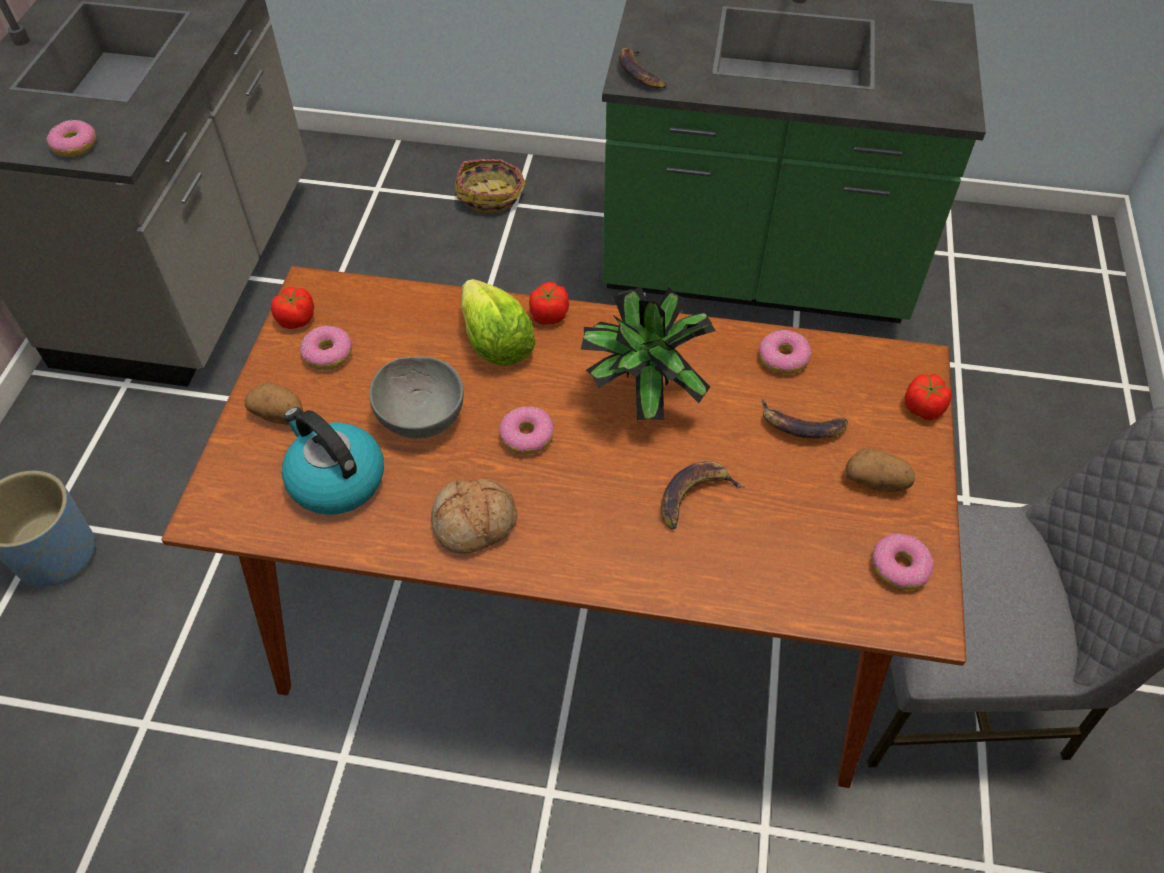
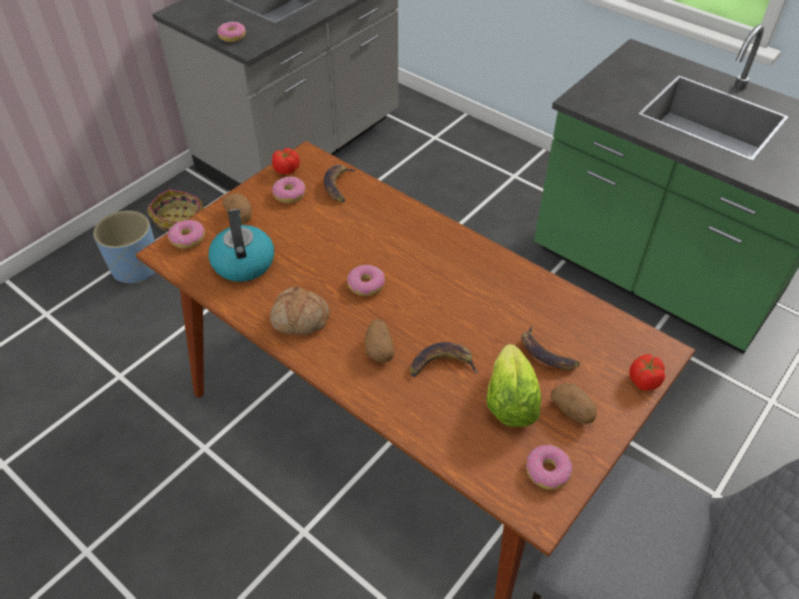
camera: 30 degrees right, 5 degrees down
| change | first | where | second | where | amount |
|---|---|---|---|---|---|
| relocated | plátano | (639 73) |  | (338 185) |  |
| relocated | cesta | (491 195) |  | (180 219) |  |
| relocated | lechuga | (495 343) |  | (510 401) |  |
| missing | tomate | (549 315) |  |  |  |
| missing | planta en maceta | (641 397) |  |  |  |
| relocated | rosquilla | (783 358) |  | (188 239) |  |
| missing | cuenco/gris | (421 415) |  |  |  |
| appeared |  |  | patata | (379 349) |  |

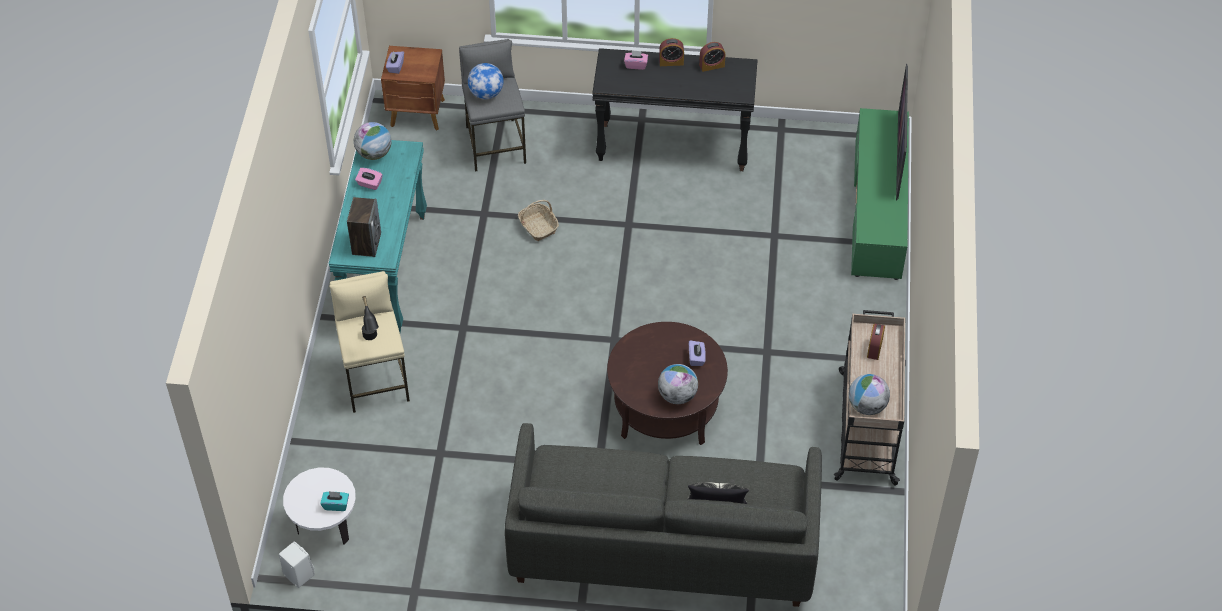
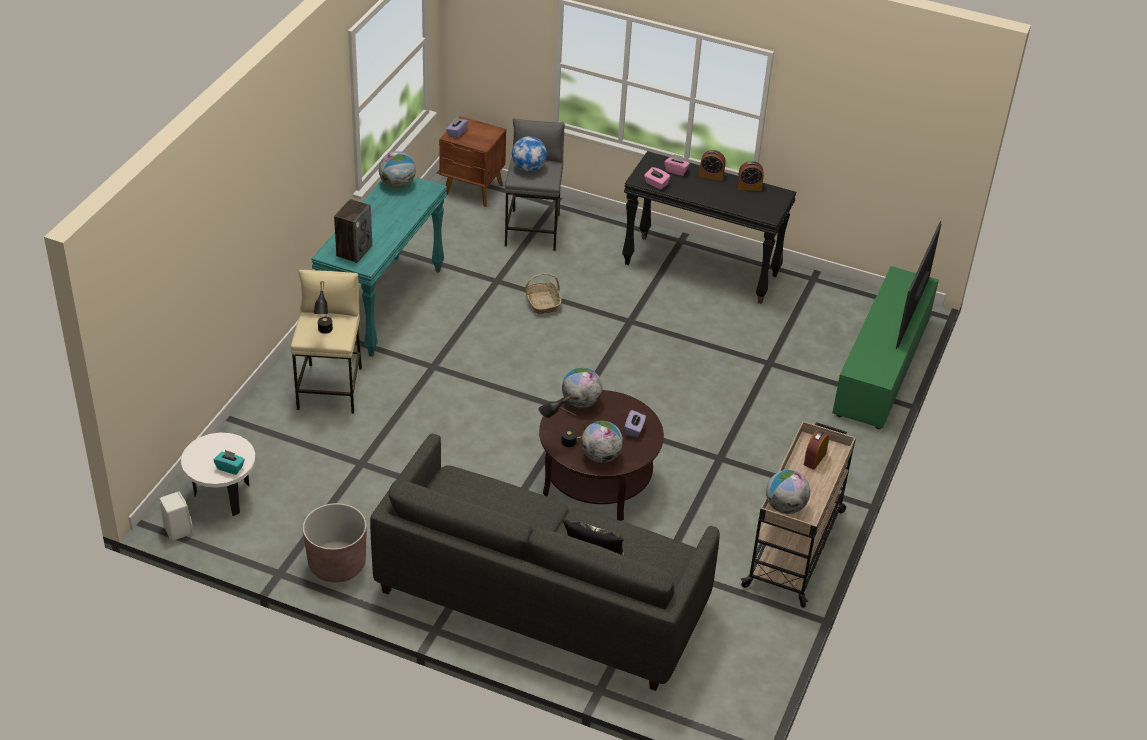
camera: 15 degrees right, 10 degrees down
| change | first | where | second | where | amount |
|---|---|---|---|---|---|
| relocated | caja de pañuelos/rosa | (369 184) |  | (656 184) |  |
| appeared |  |  | globo terráqueo | (581 402) |  |
| appeared |  |  | lámpara de mesa/negro | (561 442) |  |
| appeared |  |  | maceta/marrón | (337 564) |  |

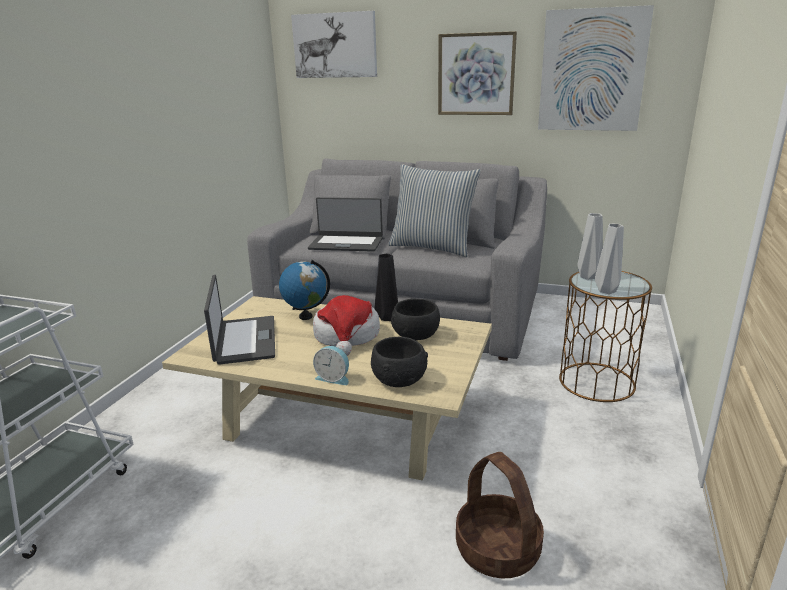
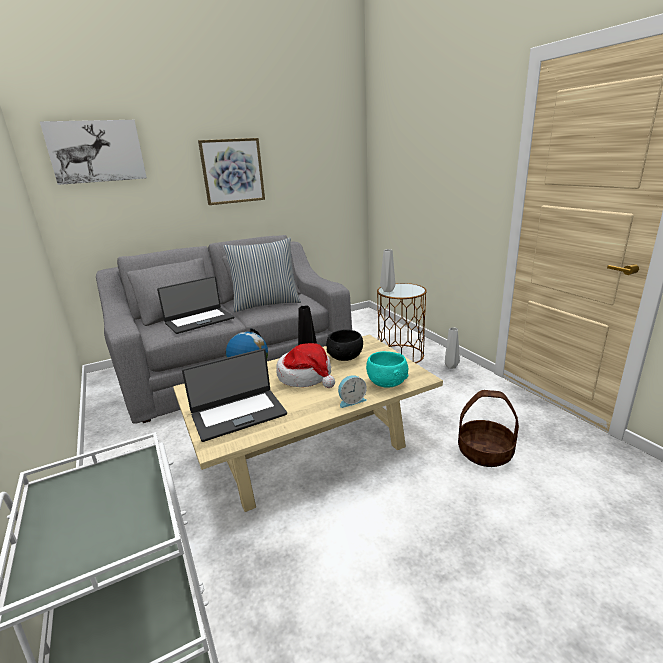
camera: 45 degrees left, 0 degrees up
| change | first | where | second | where | amount |
|---|---|---|---|---|---|
| missing | cuadro | (592 71) |  |  |  |
| relocated | florero/gris | (605 291) |  | (450 366) |  |
| spun | portátil | (244 340) |  | (238 414) | 120 degrees clockwise |
| colour | cuenco/negro | (399 379) | cuenco/turquesa | (387 382) |  |

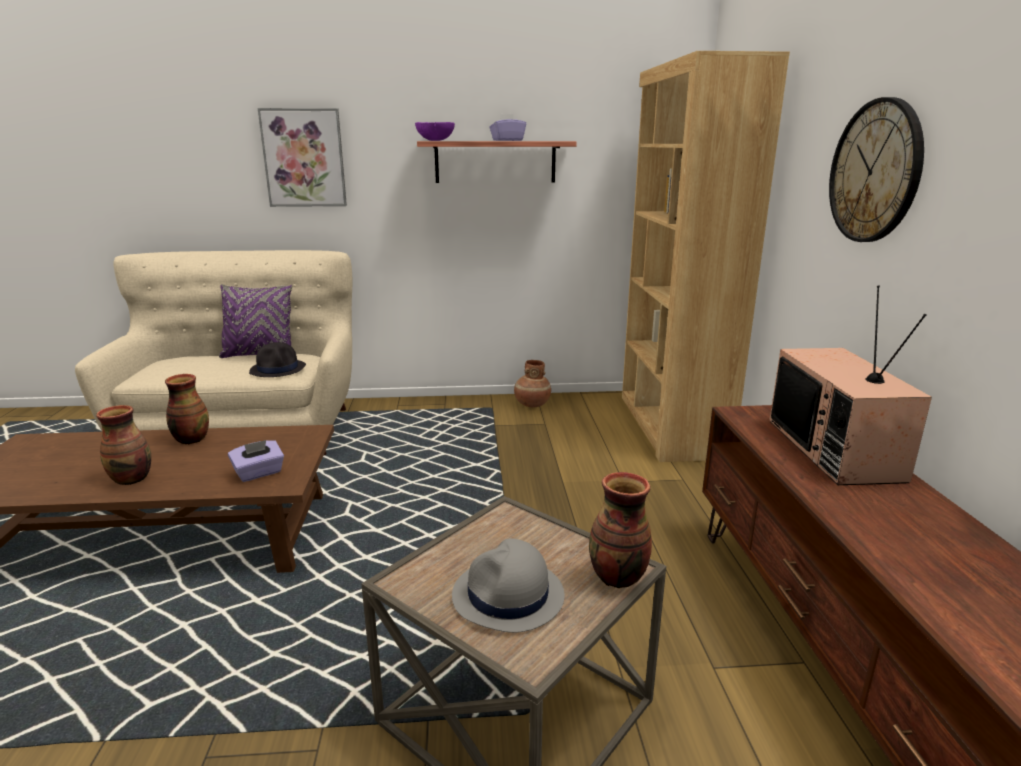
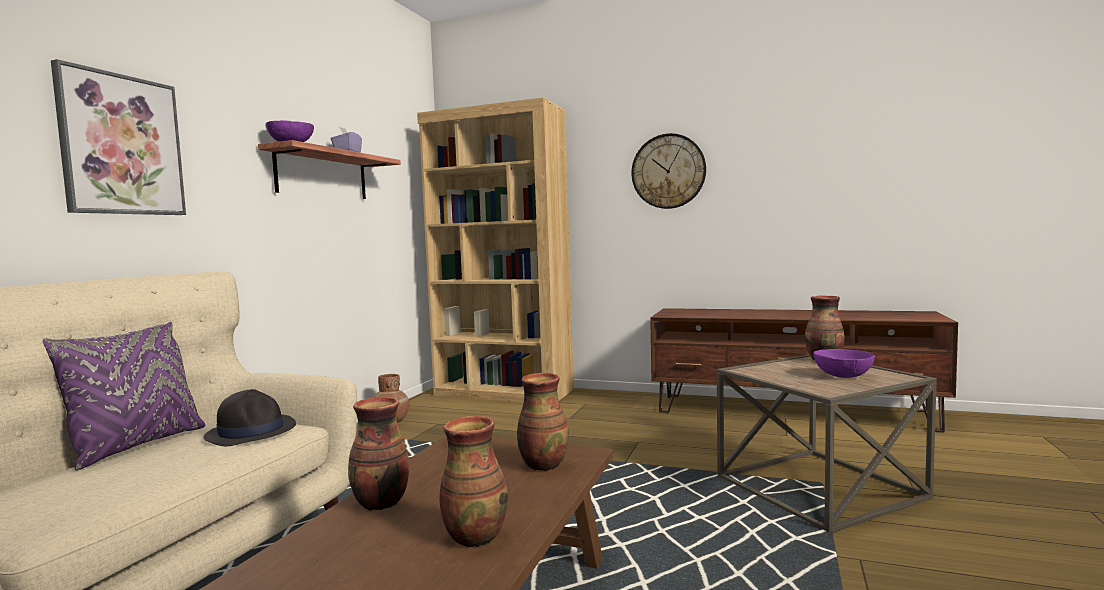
camera: 65 degrees left, 15 degrees down
| change | first | where | second | where | amount |
|---|---|---|---|---|---|
| missing | televisor | (837 450) |  |  |  |
| exchanged | caja de pañuelos/morado | (259 473) | florero | (542 464) |  |
| exchanged | sombrero/gris | (508 596) | cuenco/morado | (844 376) |  |

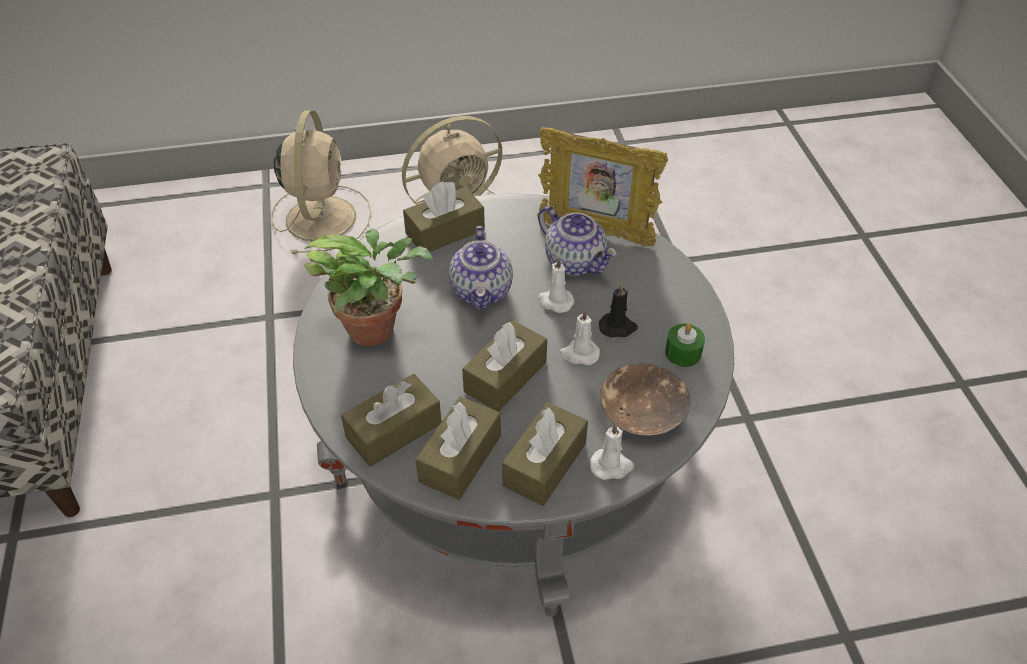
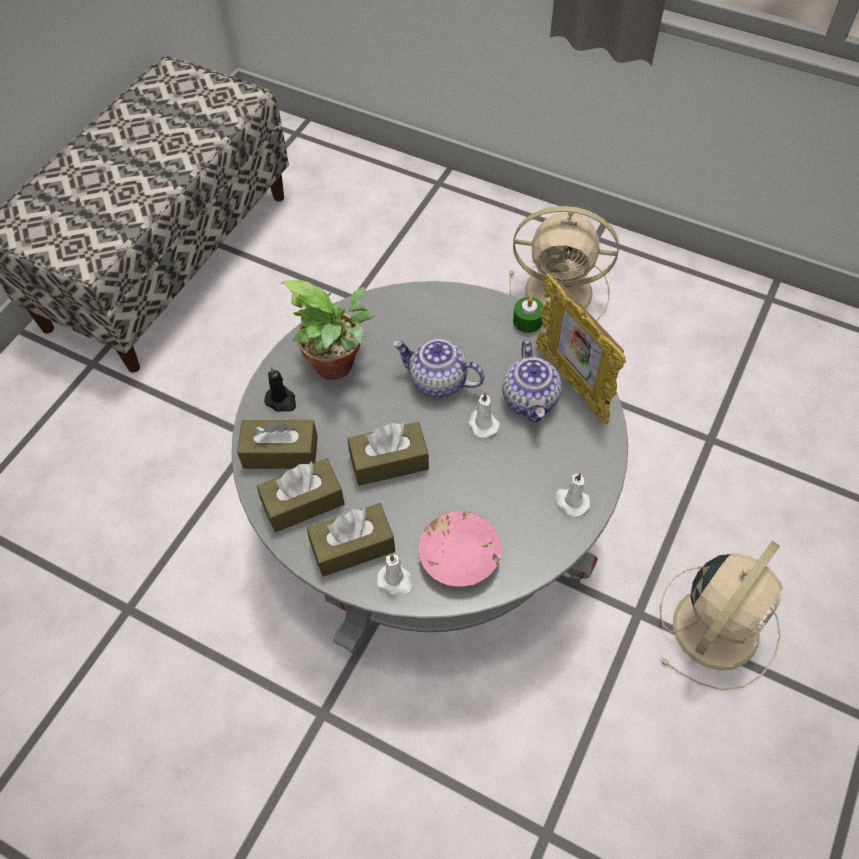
camera: 40 degrees right, 10 degrees up
| change | first | where | second | where | amount |
|---|---|---|---|---|---|
| relocated | ventilador/beis | (321 216) |  | (717 625) |  |
| missing | caja de pañuelos/marrón | (445 232) |  |  |  |
| spun | tetera | (482 291) |  | (437 381) | 75 degrees clockwise |
| relocated | vela/negro | (618 327) |  | (281 401) |  |
| relocated | vela/blanco | (579 354) |  | (571 501) |  |
| relocated | vela/verde | (683 353) |  | (527 321) |  |
| colour | cuenco/marrón | (643 410) | cuenco/rosa | (460 555) |  |

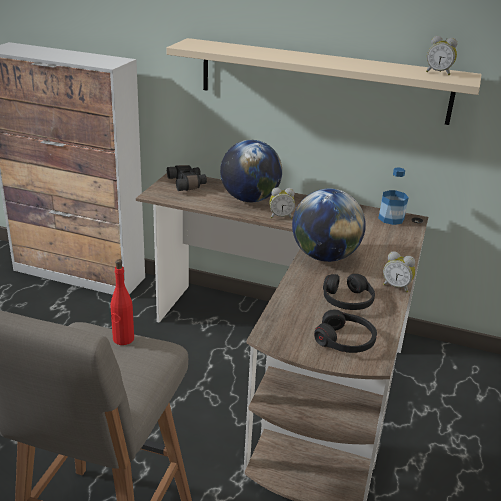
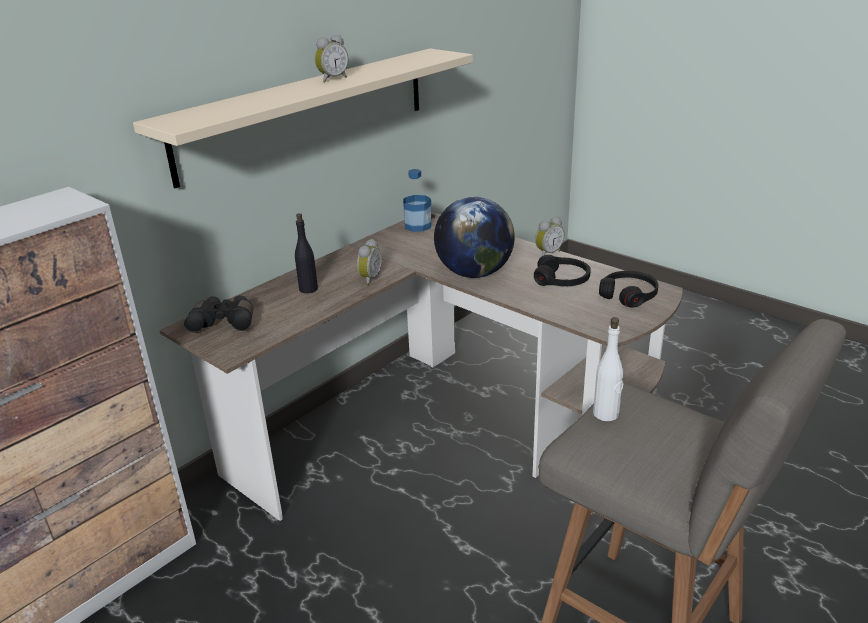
camera: 65 degrees left, 0 degrees up
| change | first | where | second | where | amount |
|---|---|---|---|---|---|
| relocated | despertador | (438 73) |  | (332 79) |  |
| exchanged | globo terráqueo | (249 199) | botella/negro | (308 289) |  |
| colour | botella/rojo | (123 339) | botella/blanco | (606 414) |  |

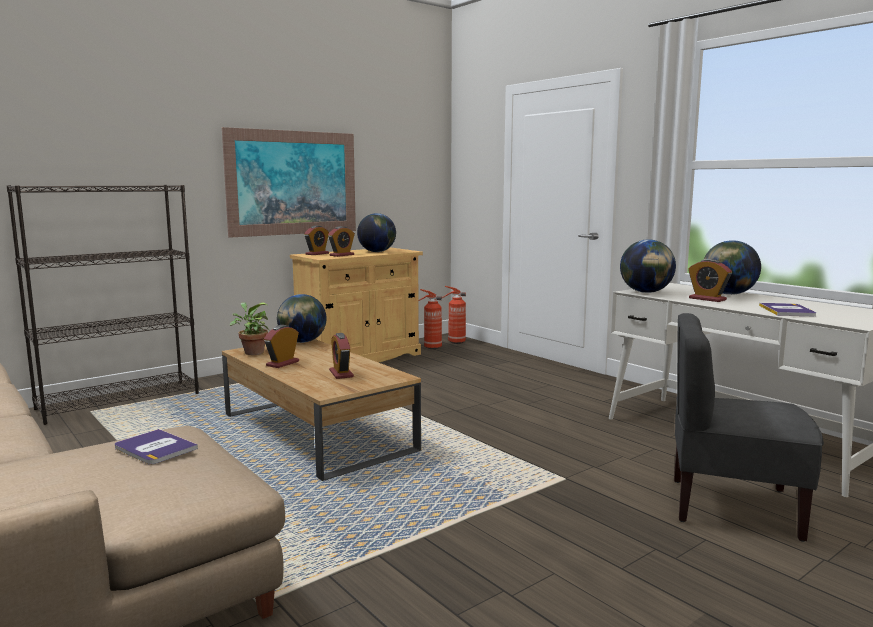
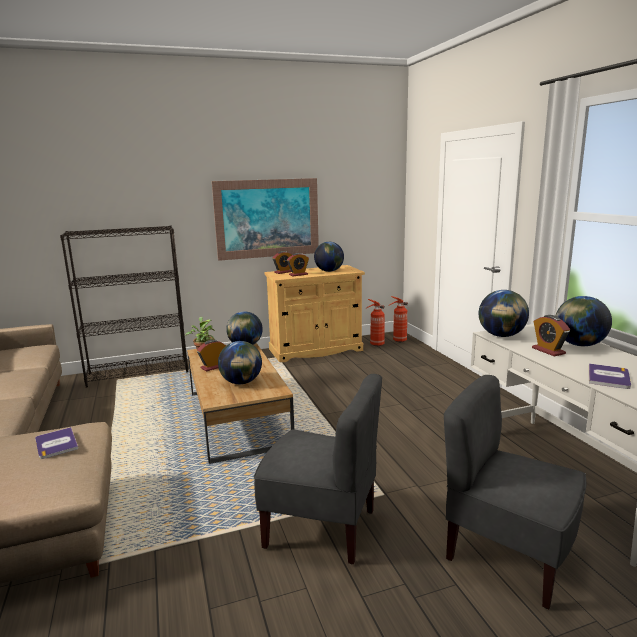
camera: 20 degrees right, 5 degrees up
| change | first | where | second | where | amount |
|---|---|---|---|---|---|
| exchanged | despertador | (341 374) | globo terráqueo | (241 382) |  |
| appeared |  |  | silla/gris | (321 527) |  |

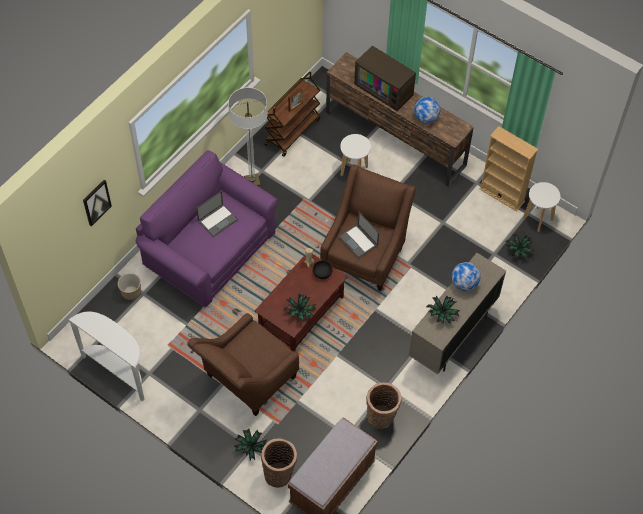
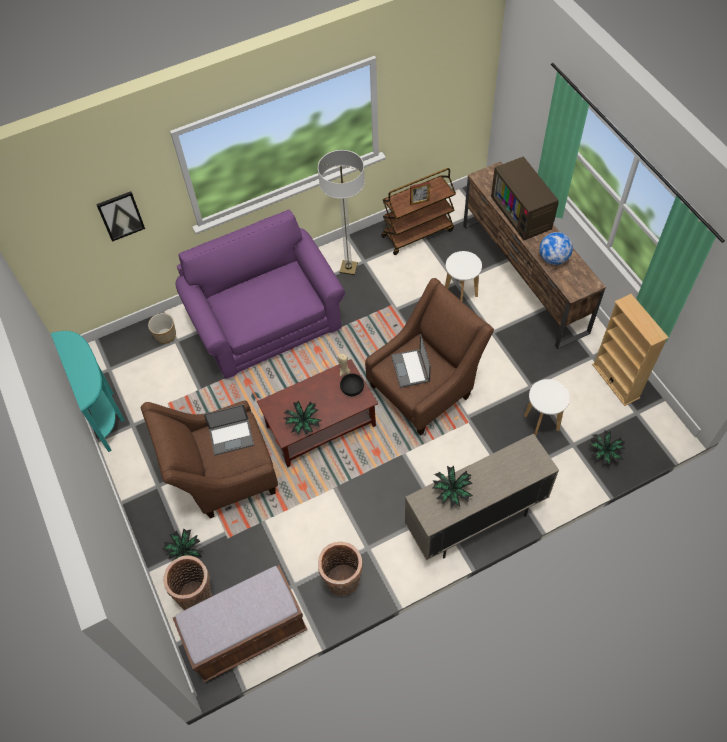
camera: 30 degrees right, 0 degrees up
| change | first | where | second | where | amount |
|---|---|---|---|---|---|
| relocated | taburete/blanco | (537 219) |  | (541 423) |  |
| relocated | portátil | (218 220) |  | (232 436) |  |
| missing | globo terráqueo | (464 284) |  |  |  |
| colour | mesa consola/blanco | (119 371) | mesa consola/turquesa | (105 410) |  |

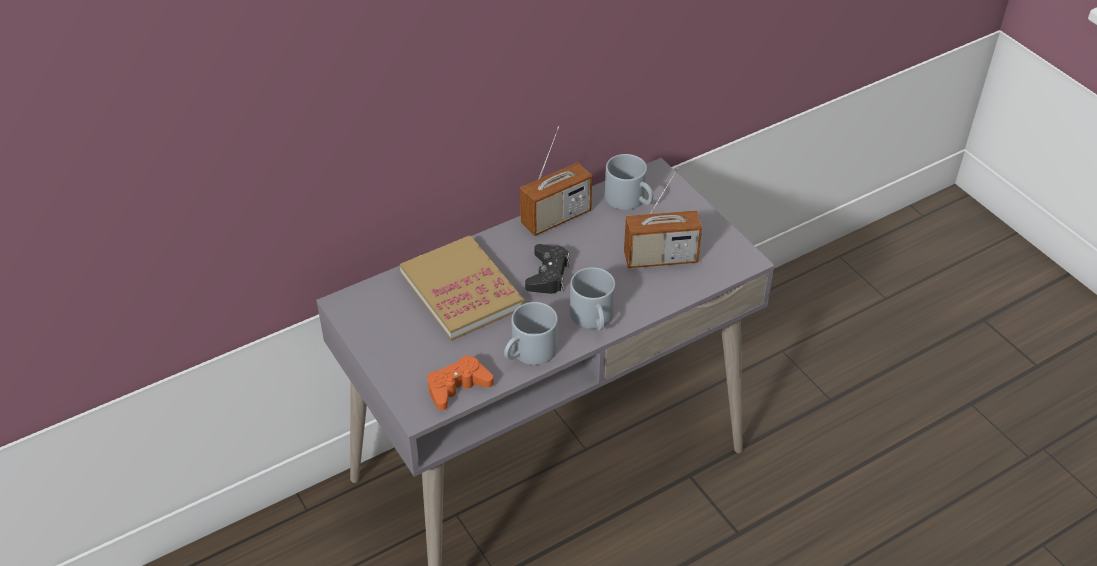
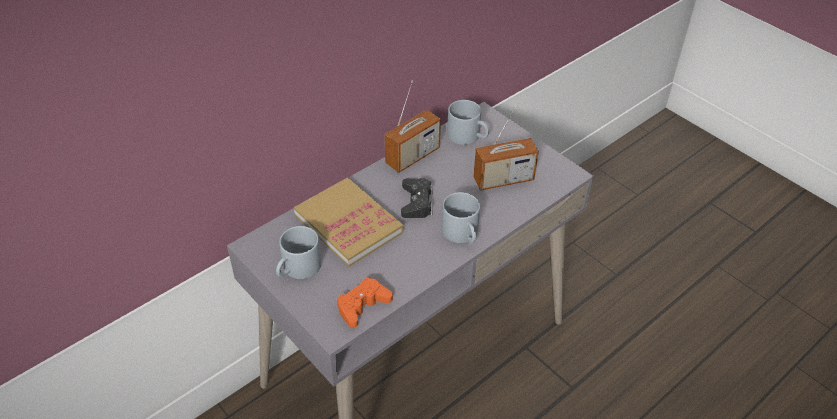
camera: 10 degrees left, 0 degrees up
| change | first | where | second | where | amount |
|---|---|---|---|---|---|
| relocated | taza grande/gris | (529 353) |  | (298 269) |  |

